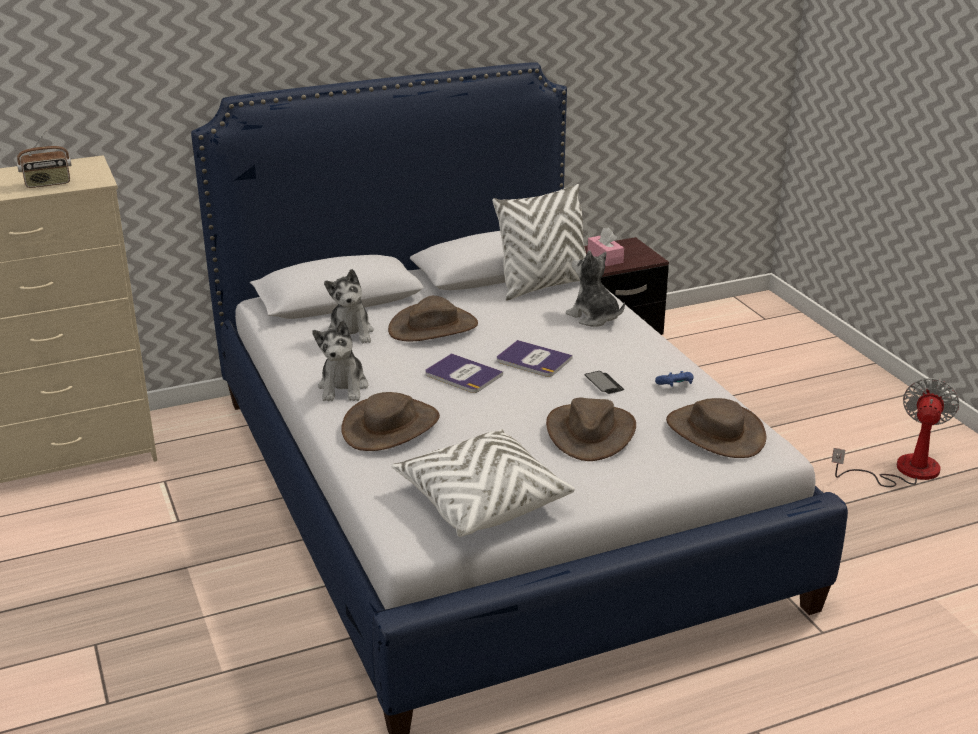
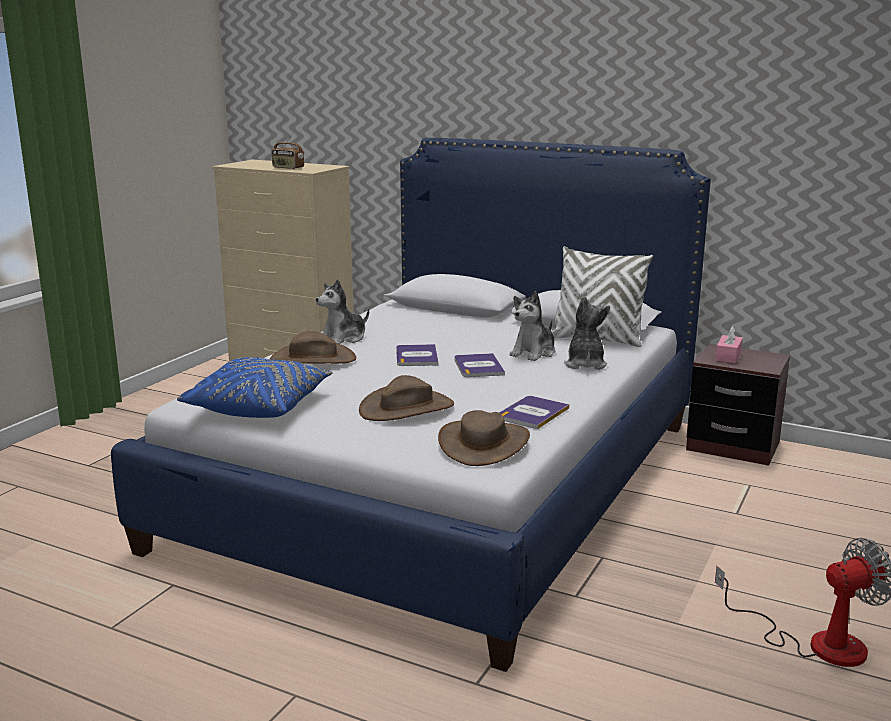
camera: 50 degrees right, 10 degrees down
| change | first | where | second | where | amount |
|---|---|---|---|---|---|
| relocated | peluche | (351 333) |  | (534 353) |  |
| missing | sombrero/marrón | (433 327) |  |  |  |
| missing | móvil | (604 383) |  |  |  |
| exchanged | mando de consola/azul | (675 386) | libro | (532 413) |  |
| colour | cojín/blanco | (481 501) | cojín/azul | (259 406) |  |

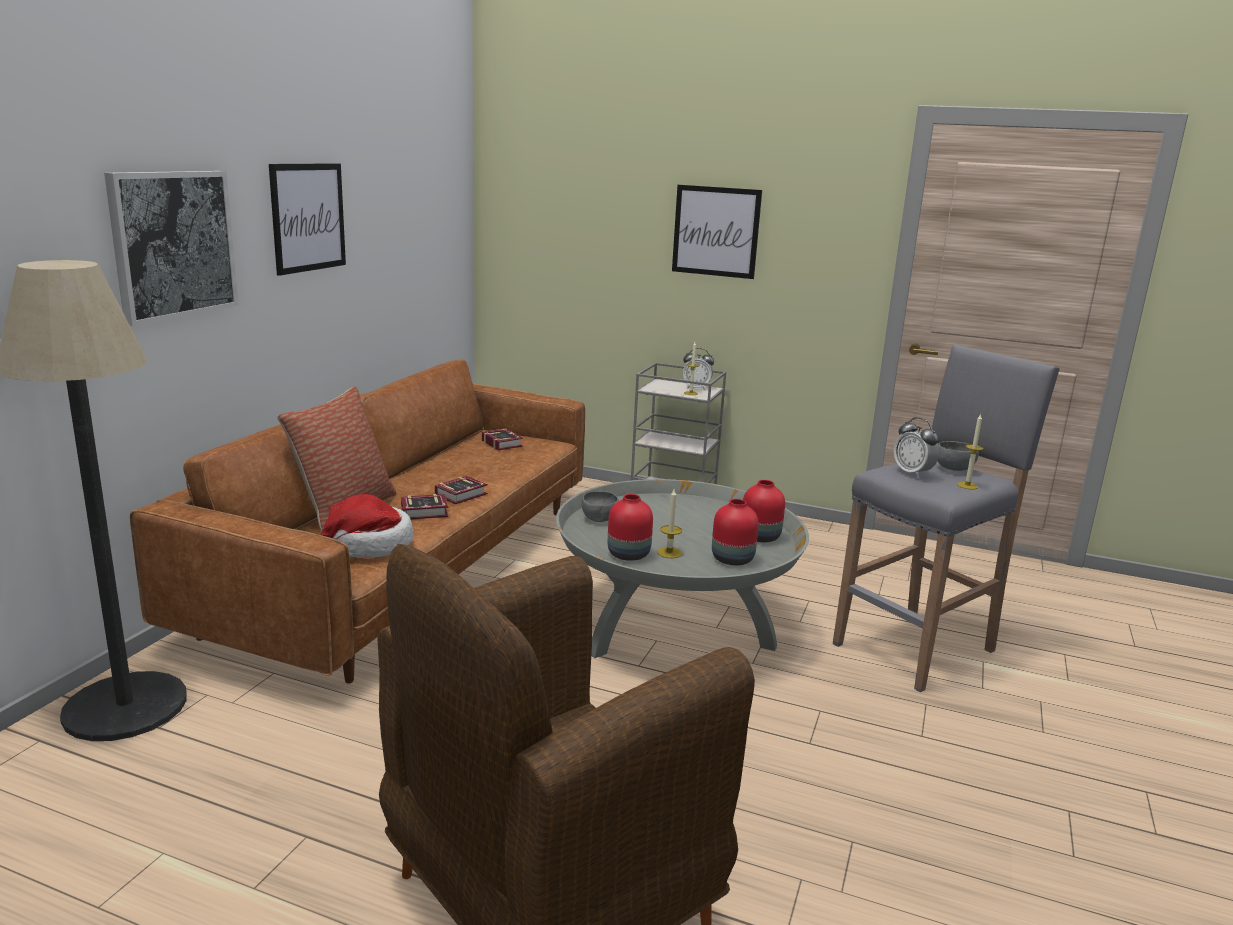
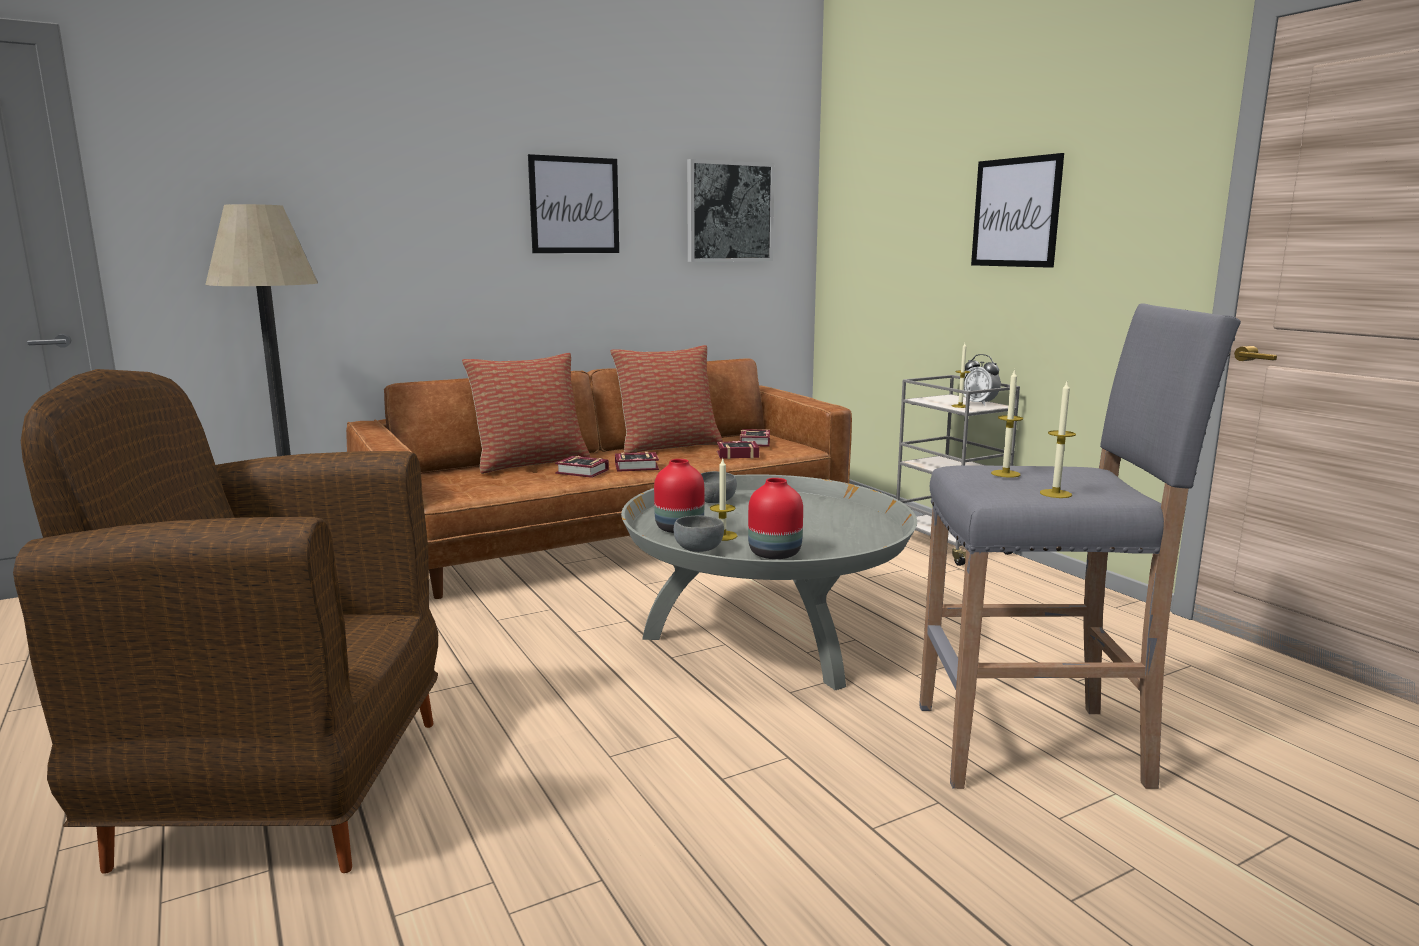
camera: 40 degrees right, 5 degrees down
| change | first | where | second | where | amount |
|---|---|---|---|---|---|
| relocated | cuadro | (173 244) |  | (729 212) |  |
| exchanged | despertador | (912 473) | vela | (1005 474) |  |
| relocated | cuenco/gris | (953 469) |  | (698 550) |  |
| missing | florero/rojo | (760 538) |  |  |  |
| missing | sombrero | (368 546) |  |  |  |
| appeared |  |  | cojín | (668 446) |  |
| appeared |  |  | libro | (735 454) |  |

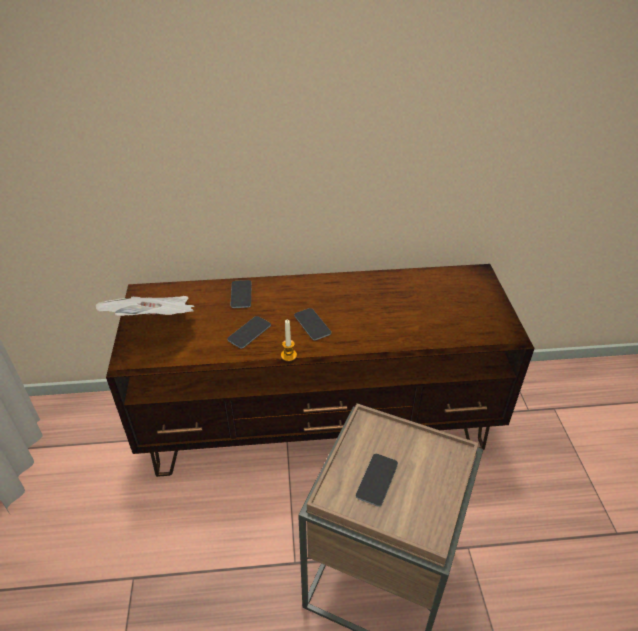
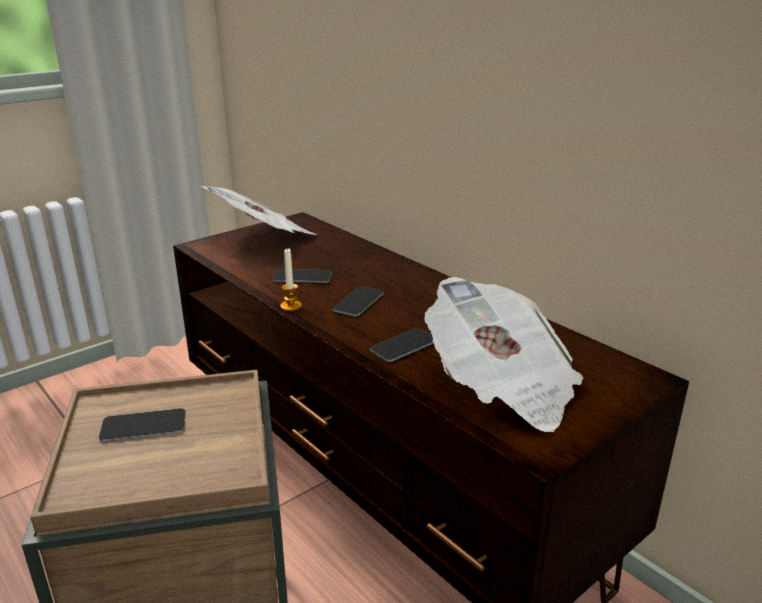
camera: 55 degrees right, 15 degrees down
| change | first | where | second | where | amount |
|---|---|---|---|---|---|
| relocated | móvil | (241 294) |  | (404 345) |  |
| appeared |  |  | periódico | (502 387) |  |

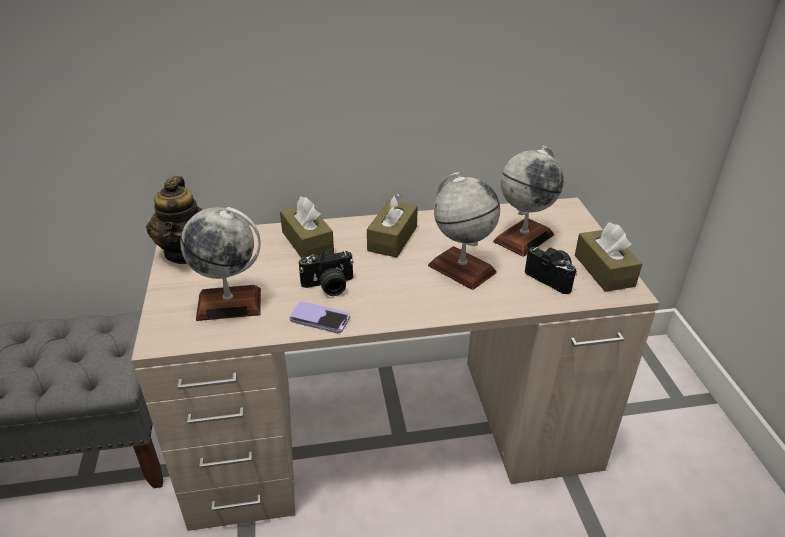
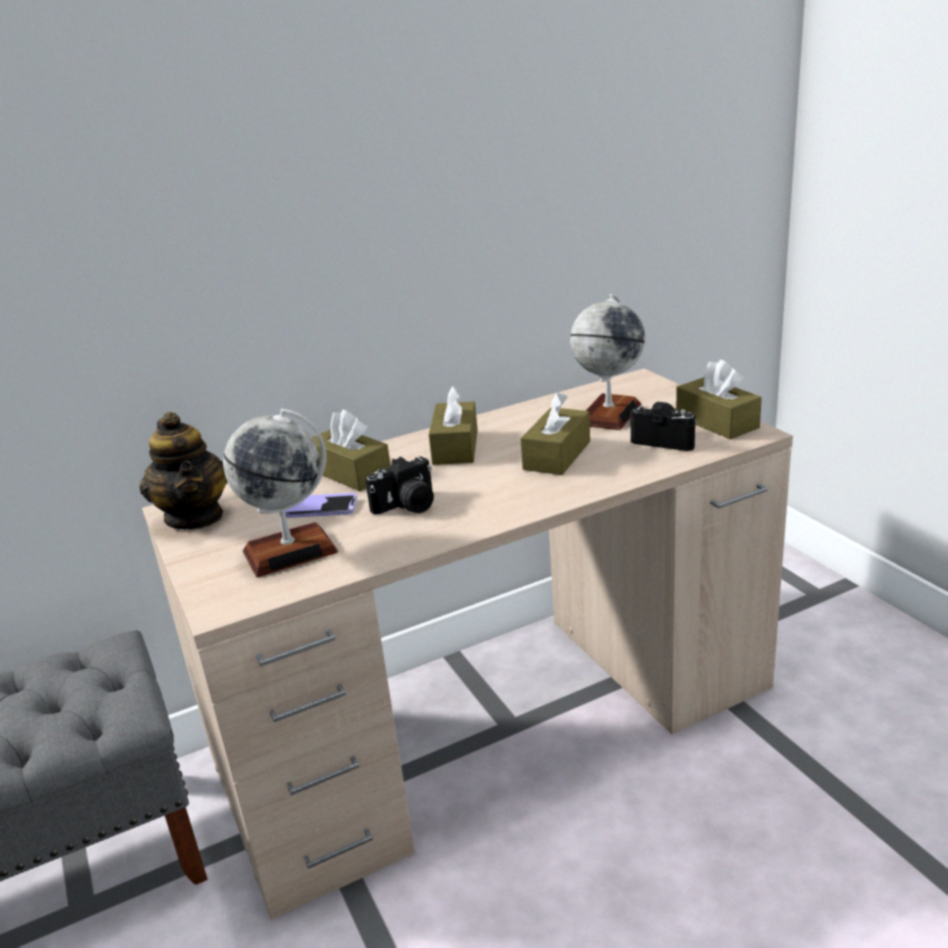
camera: 15 degrees left, 10 degrees down
| change | first | where | second | where | amount |
|---|---|---|---|---|---|
| exchanged | globo terráqueo | (461 269) | caja de pañuelos/marrón | (557 455) |  |
| relocated | móvil | (320 319) |  | (321 508) |  |

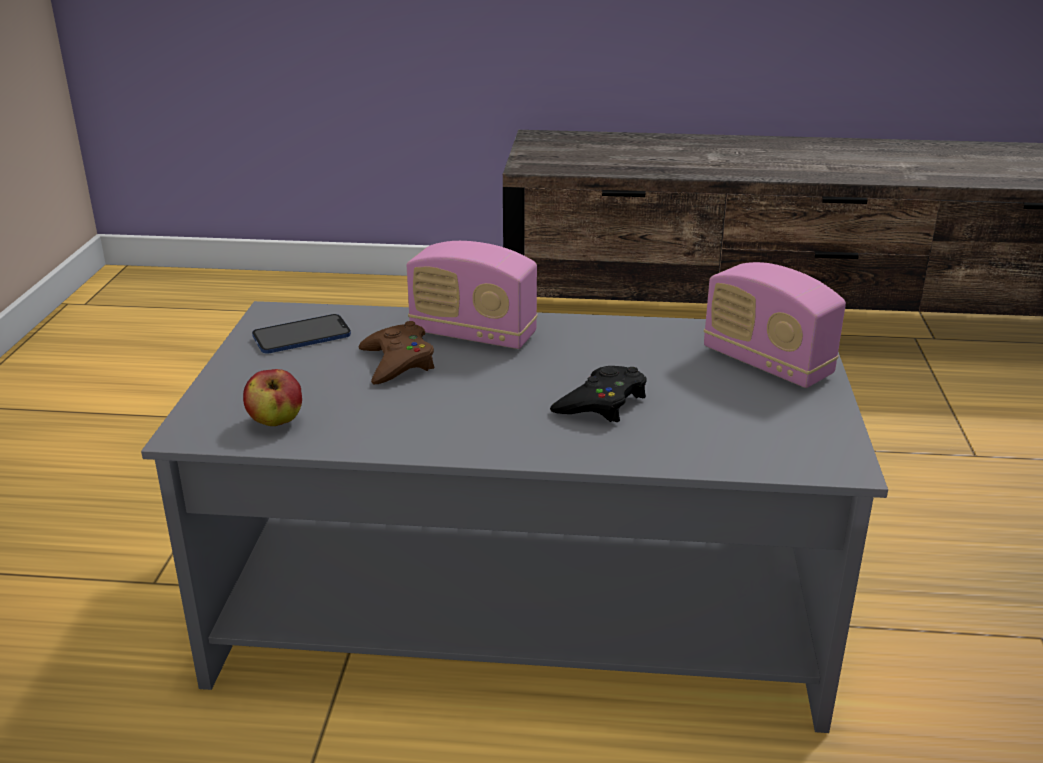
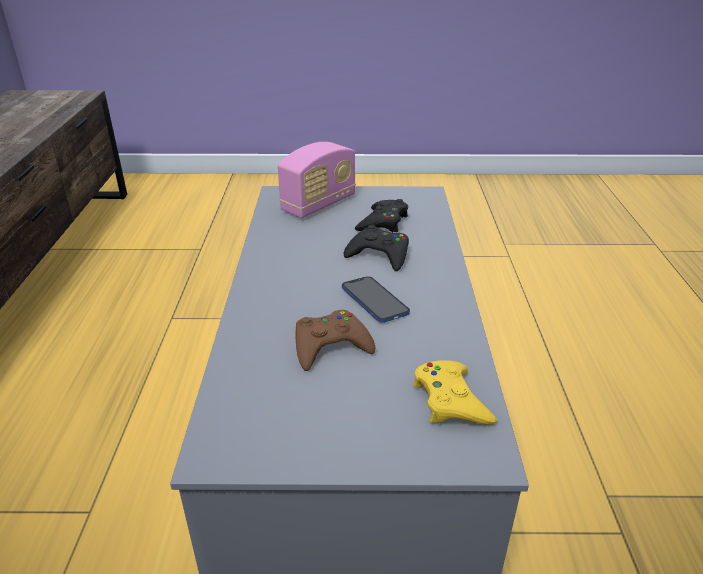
camera: 95 degrees left, 5 degrees up
| change | first | where | second | where | amount |
|---|---|---|---|---|---|
| missing | radio | (473 335) |  |  |  |
| relocated | móvil | (302 336) |  | (374 301) |  |
| exchanged | manzana | (276 422) | mando de consola/amarillo | (450 400) |  |
| appeared |  |  | mando de consola/negro | (383 222) |  |

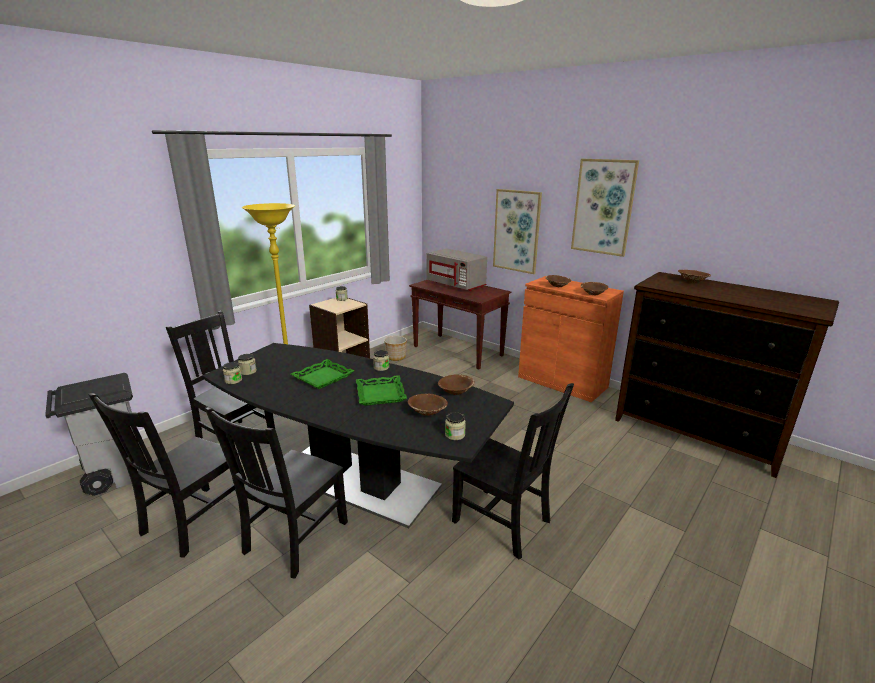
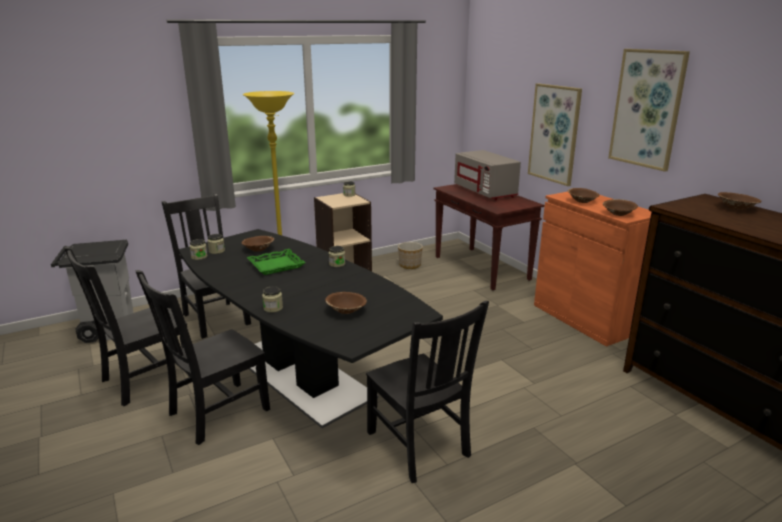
camera: 20 degrees right, 0 degrees up
| change | first | where | second | where | amount |
|---|---|---|---|---|---|
| relocated | cuenco/marrón | (455 391) |  | (258 249) |  |
| missing | bandeja/verde | (380 394) |  |  |  |
| relocated | tarro | (455 435) |  | (273 308) |  |

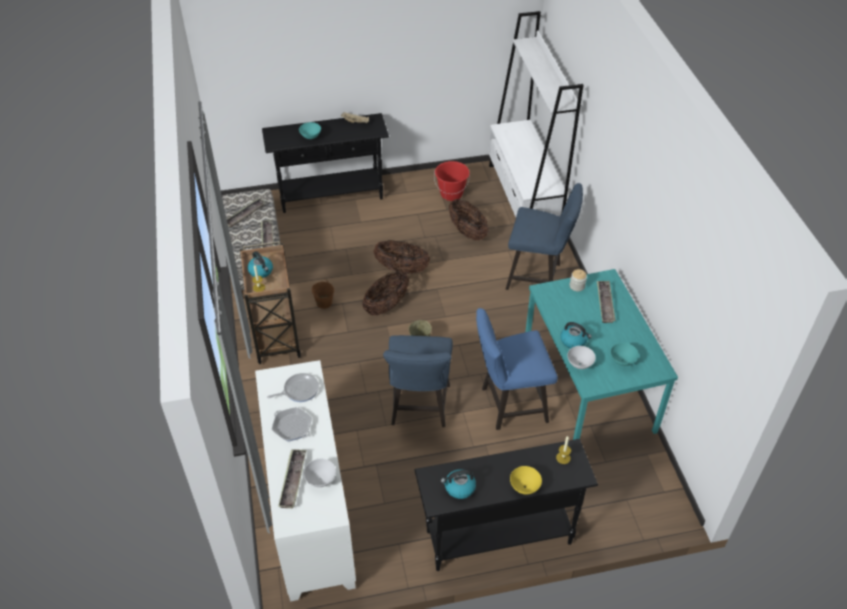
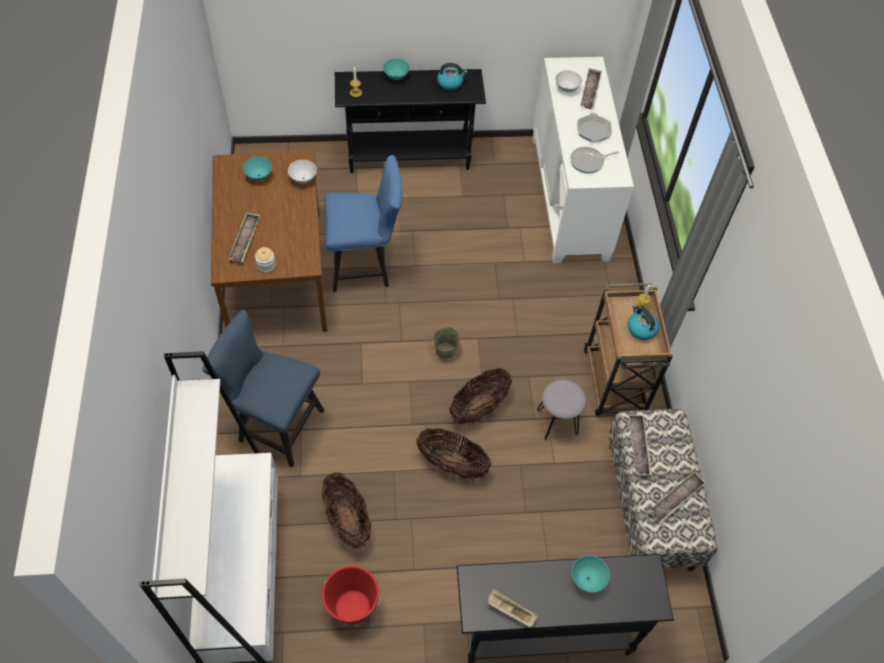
camera: 175 degrees left, 10 degrees up
| change | first | where | second | where | amount |
|---|---|---|---|---|---|
| colour | mesa de comedor/turquesa | (589 387) | mesa de comedor/marrón | (275 272) |  |
| exchanged | cubo/marrón | (324 303) | taburete/gris | (557 423) |  |
| missing | hervidor | (573 341) |  |  |  |
| missing | silla/azul | (419 409) |  |  |  |
| spun | sartén | (292 427) |  | (593 131) | 45 degrees clockwise |
| colour | cuenco/amarillo | (524 487) | cuenco/turquesa | (396 77) |  |

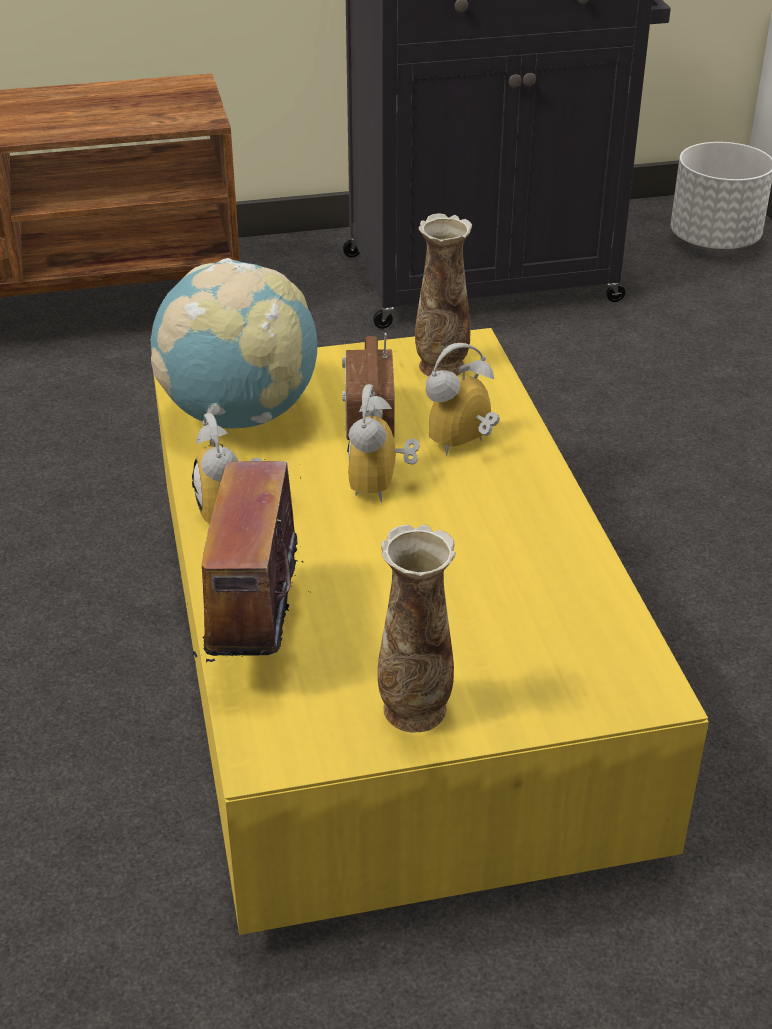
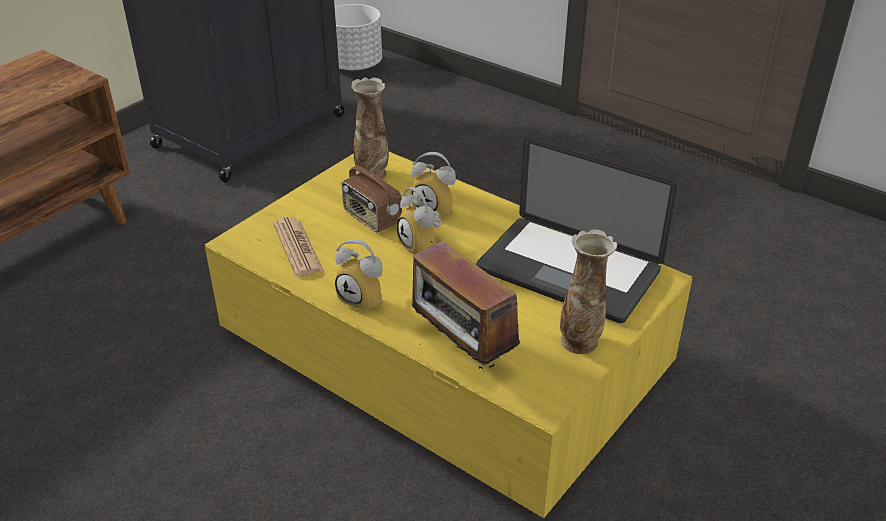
camera: 40 degrees left, 0 degrees up
| change | first | where | second | where | amount |
|---|---|---|---|---|---|
| exchanged | globo terráqueo | (239 415) | periódico | (297 247) |  |
| spun | despertador | (464 446) |  | (436 208) | 75 degrees counterclockwise |
| appeared |  |  | portátil | (568 271) |  |

